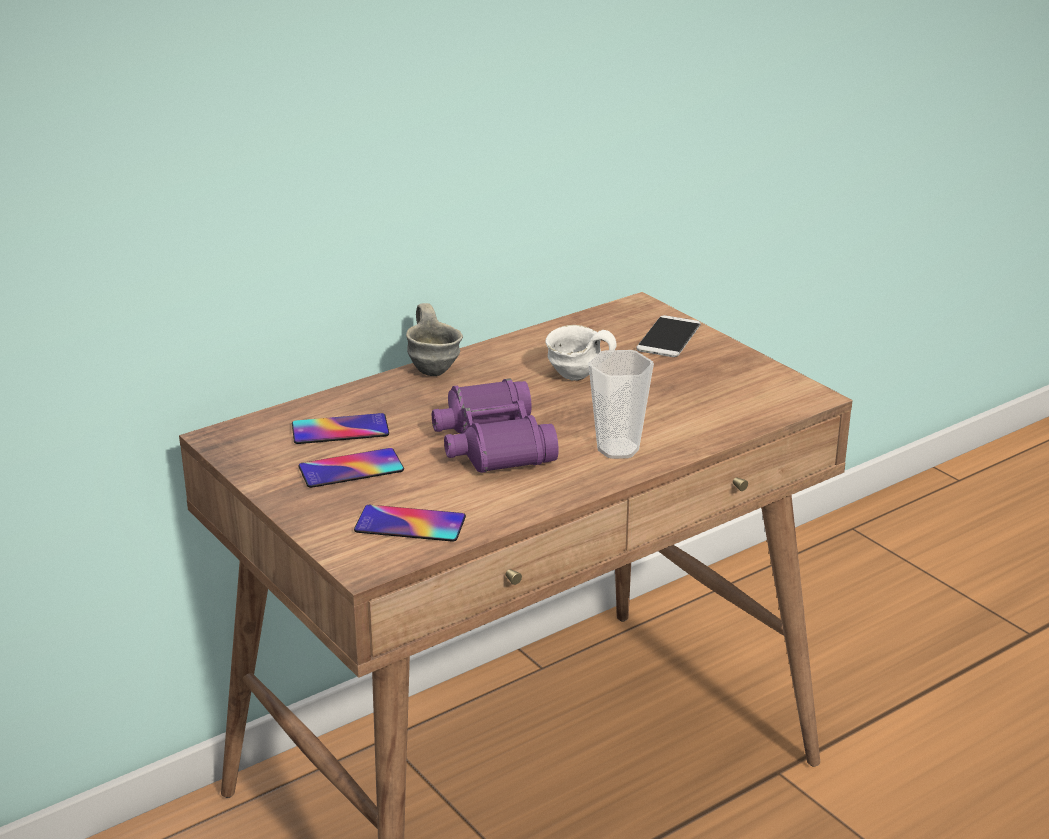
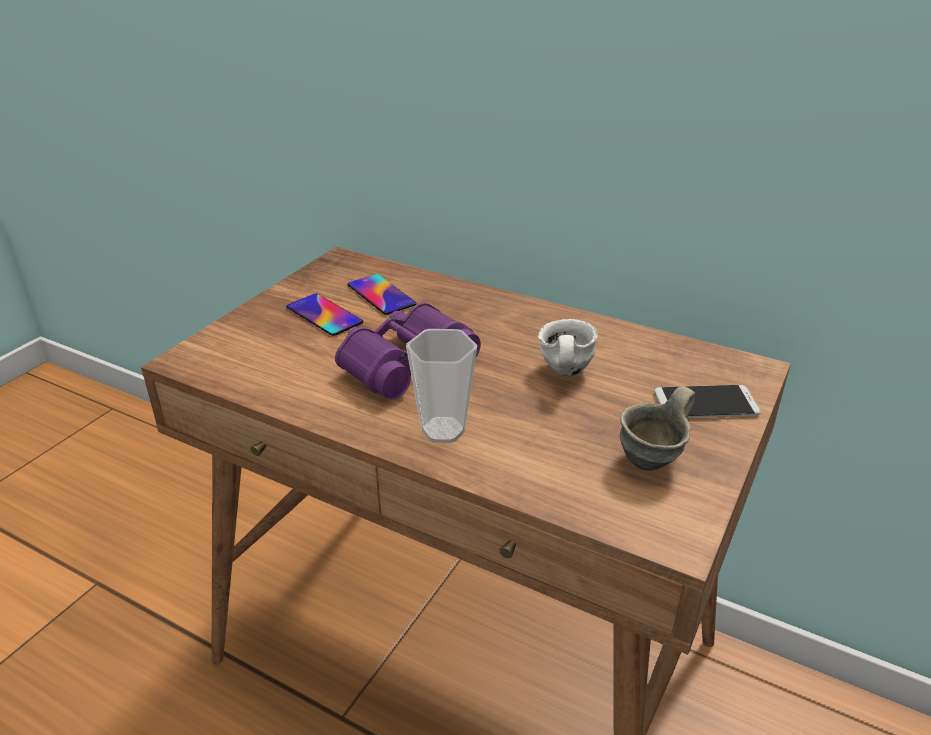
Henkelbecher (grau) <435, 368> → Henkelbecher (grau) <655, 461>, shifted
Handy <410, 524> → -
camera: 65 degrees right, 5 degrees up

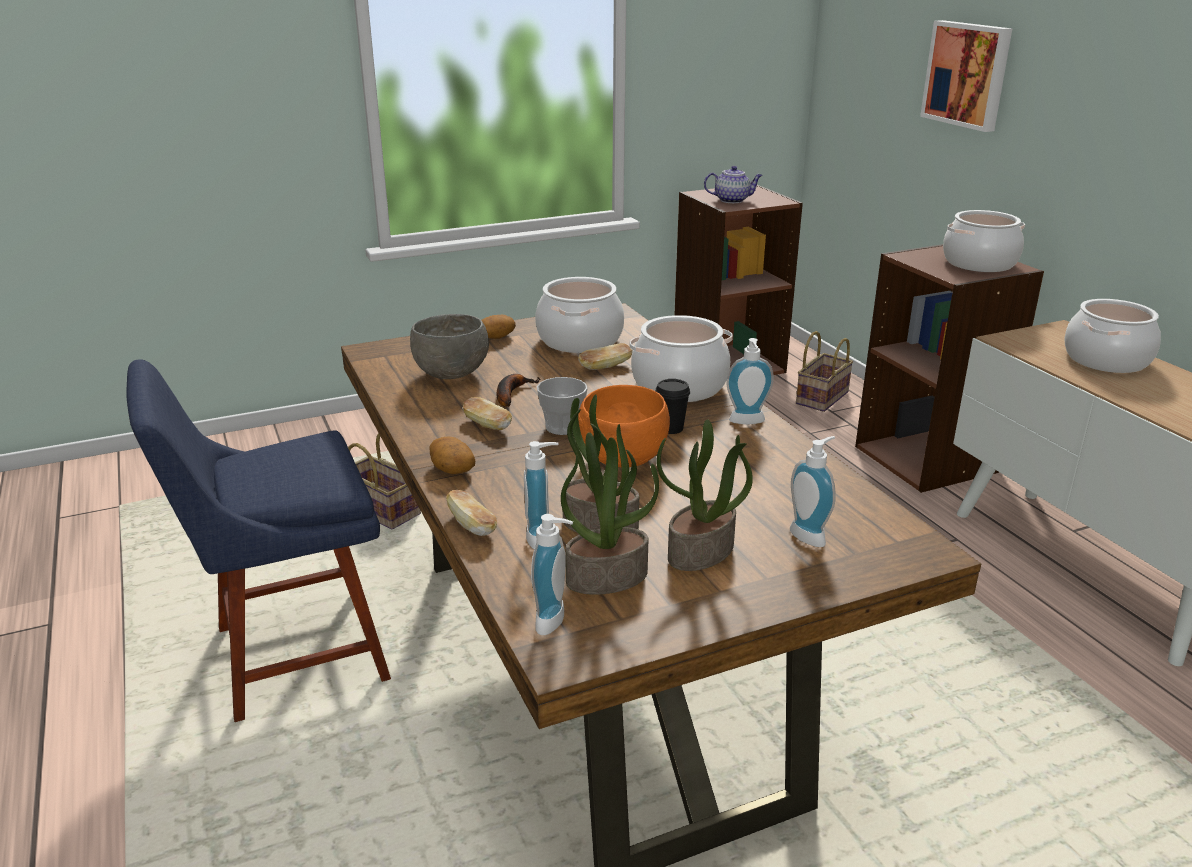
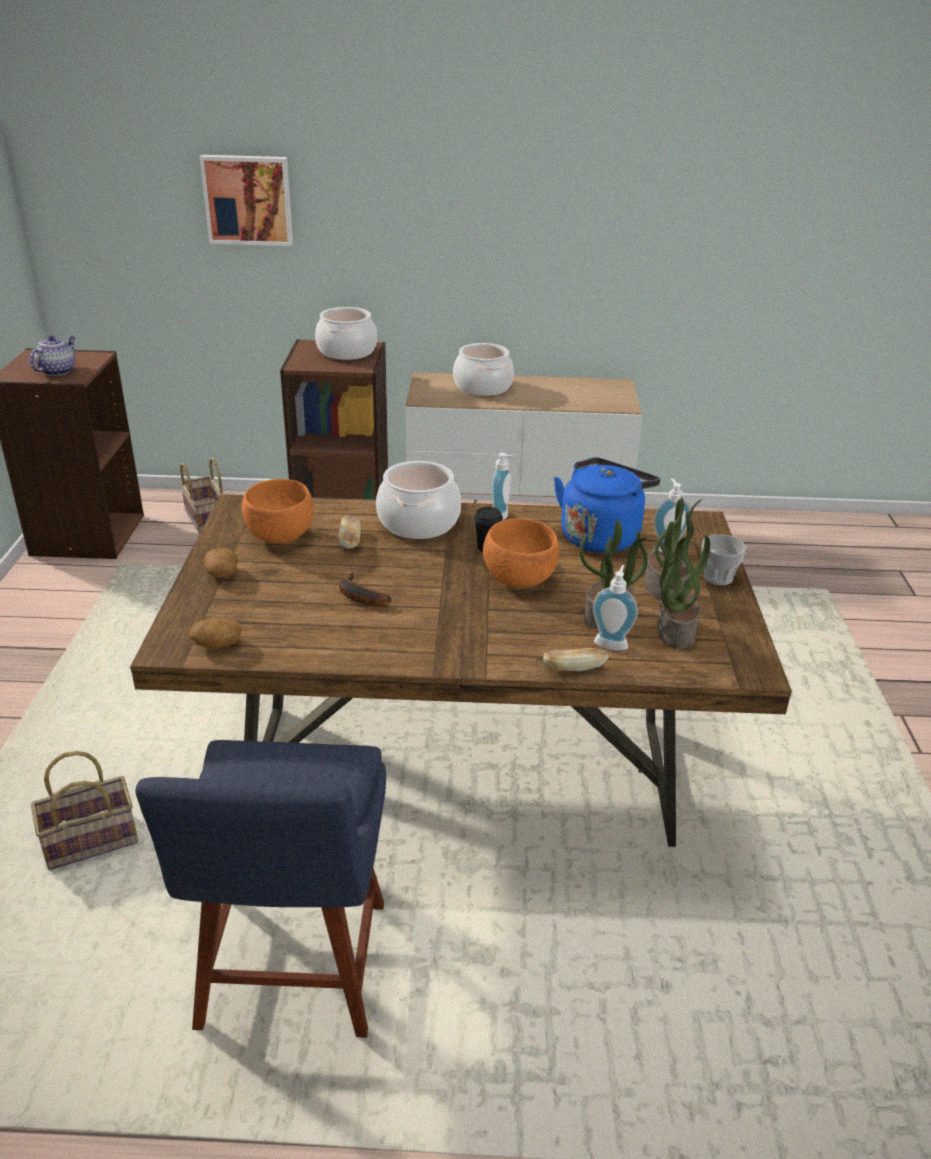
Kochtopf <579, 340> → Schüssel (orange) <279, 536>
Schüssel (grau) <452, 374> → -
Tasse <562, 427> → Tasse <718, 577>, shifted
Brot <487, 425> → -
Kartoffel <451, 468> → Kartoffel <217, 644>, shifted
Seifenspender <555, 621> → -
- → Wasserkessel (blau) <601, 536>
camera: 65 degrees left, 5 degrees up

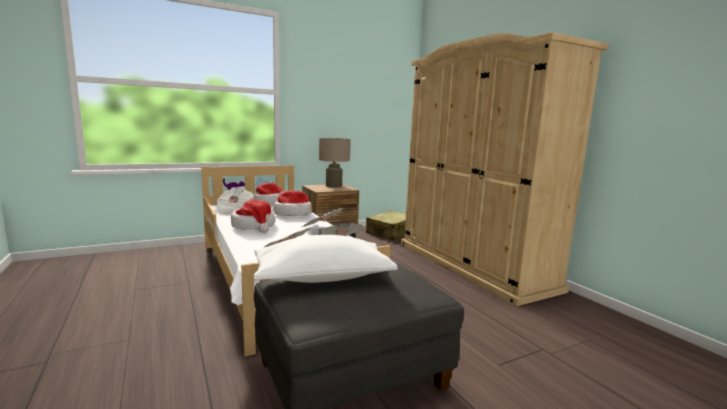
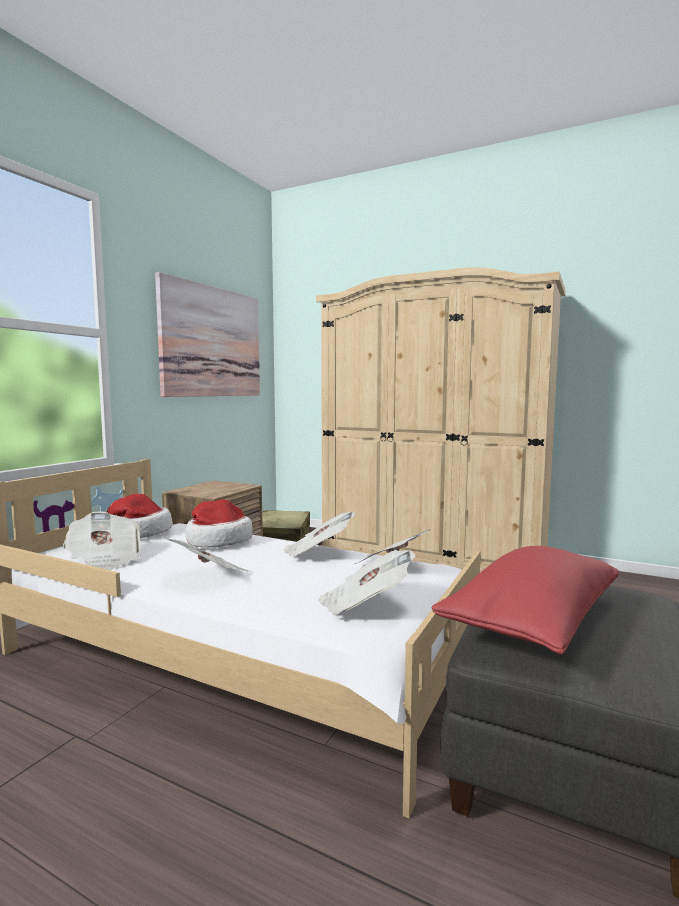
Tischlampe (beige) <333, 186> → -
Hut <254, 226> → Zeitung <209, 576>
Kissen (weiß) <322, 278> → Kissen (rot) <532, 620>
- → Bild <212, 342>
camera: 35 degrees left, 5 degrees down

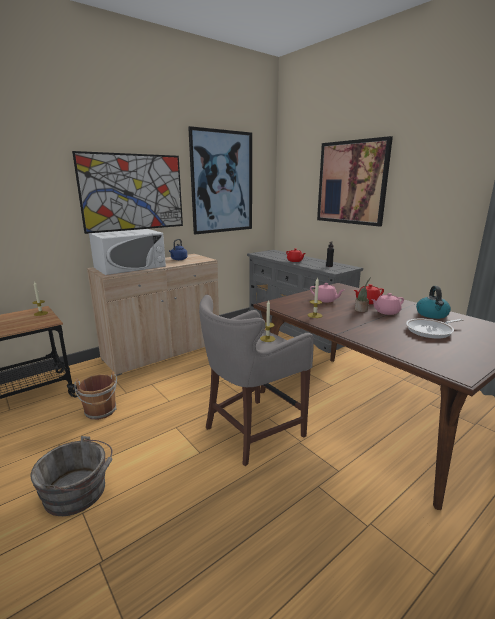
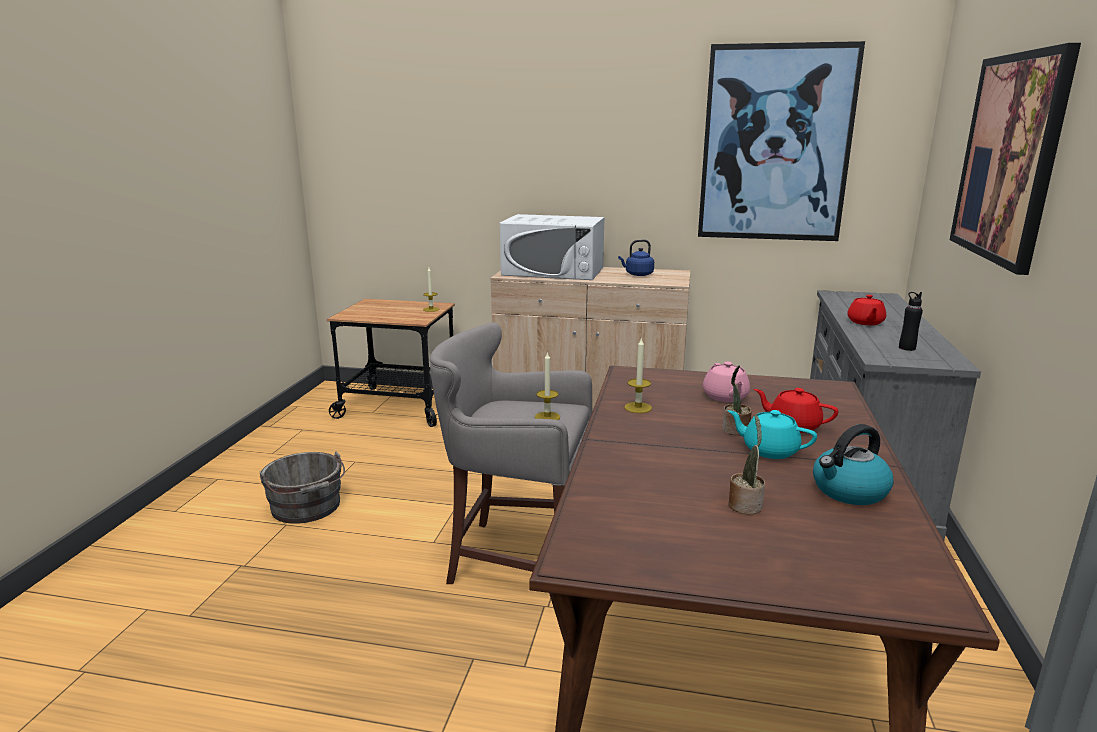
Bild <133, 192> → -
Teekanne (rosa) <386, 312> → Teekanne (türkis) <769, 450>
Pfanne <431, 331> → Topfpflanze <745, 504>
Eimer (braun) <101, 411> → -
camera: 50 degrees right, 0 degrees up

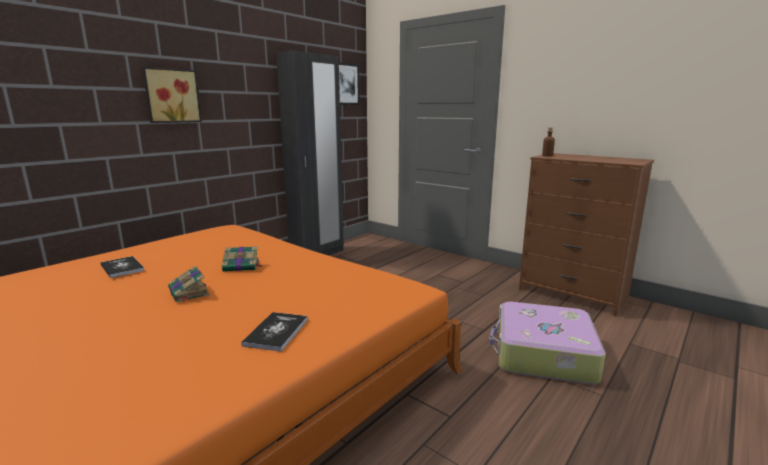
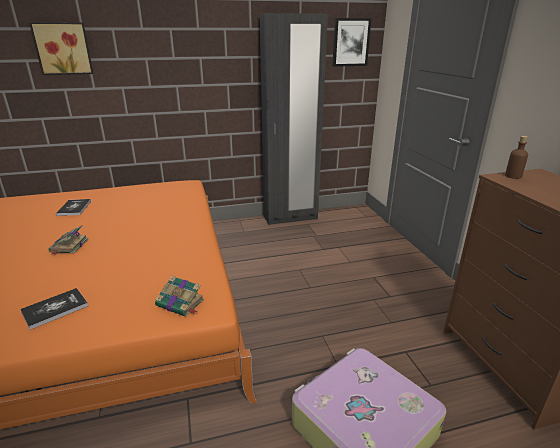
Bild <172, 96> → Bild <63, 48>, shifted
Buch <242, 266> → Buch <181, 303>, shifted
camera: 35 degrees right, 10 degrees up

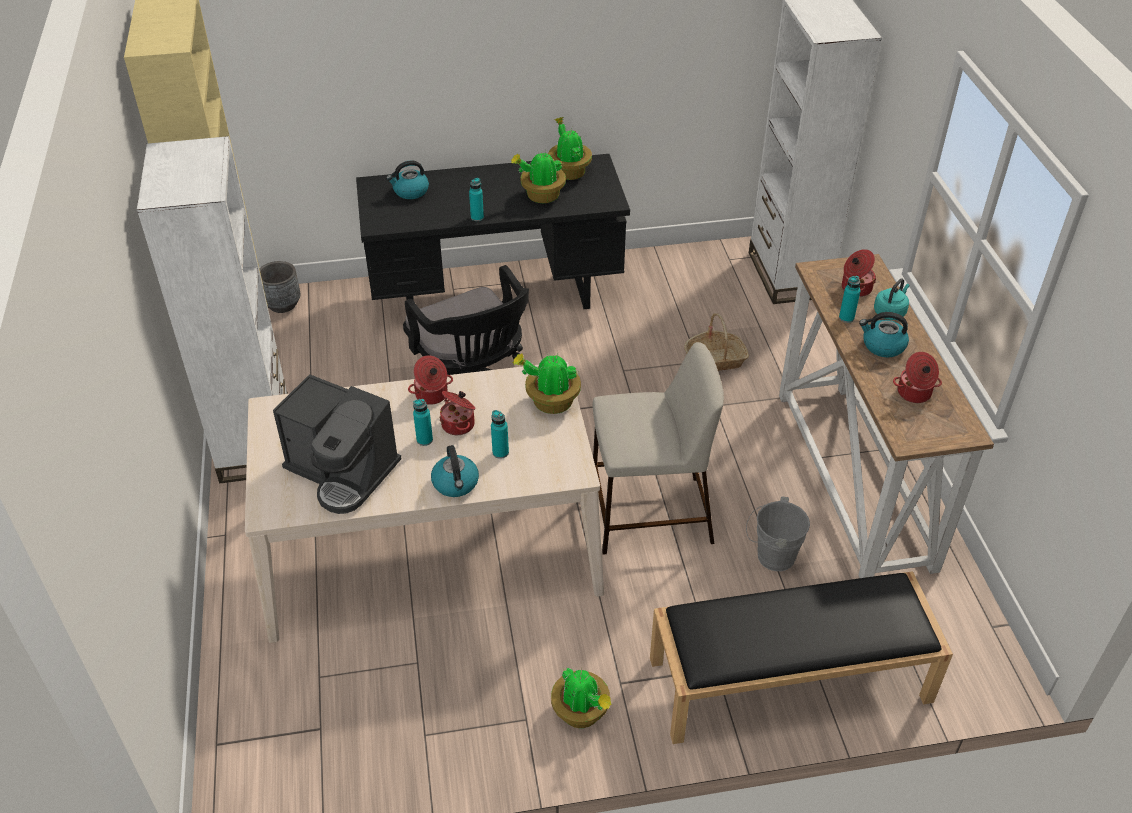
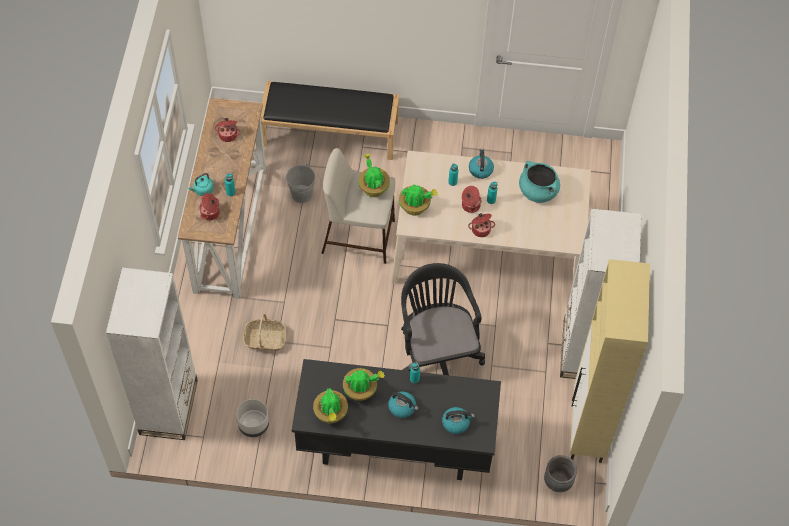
Wasserkessel <882, 346> → Wasserkessel <402, 407>, shifted
Kaffeemaschine <343, 472> → Kochtopf (türkis) <537, 191>
Topfpflanze <581, 713> → Topfpflanze <373, 187>, shifted
- → Pflanzkübel (grau) <254, 425>
camera: 165 degrees left, 15 degrees up

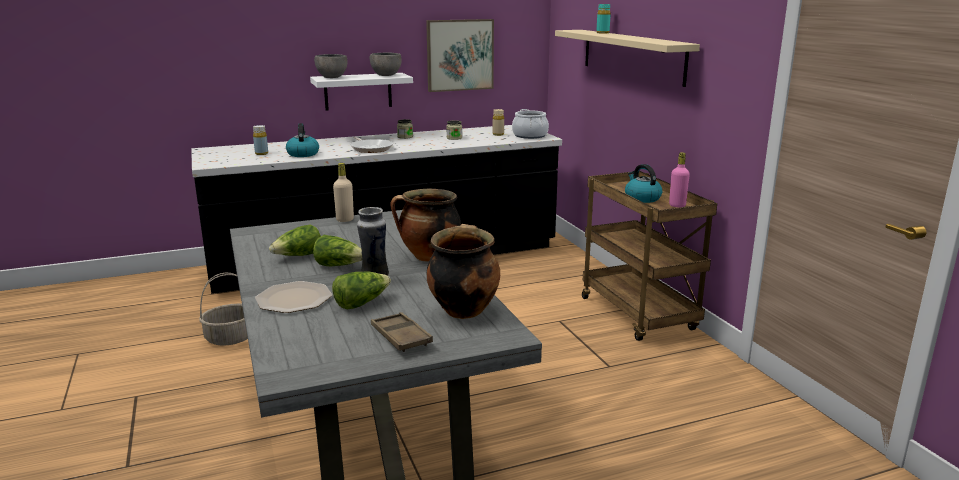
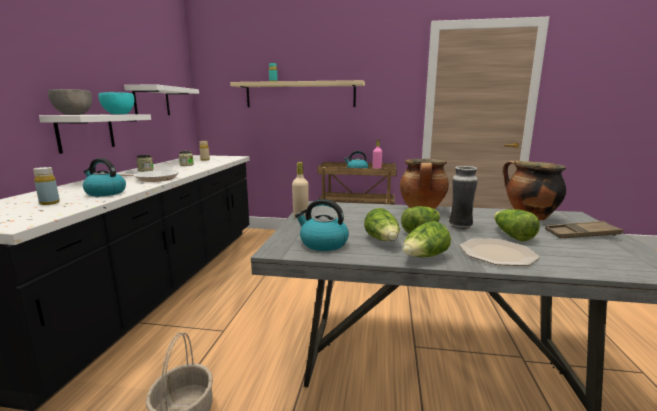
Bild <460, 55> → Wandregal (weiß) <151, 101>
Schüssel (grau) <386, 75> → Schüssel (türkis) <119, 114>
Kochtopf <530, 135> → -
- → Wasserkessel <323, 244>
- → Salatkopf <424, 257>
camera: 60 degrees left, 5 degrees down

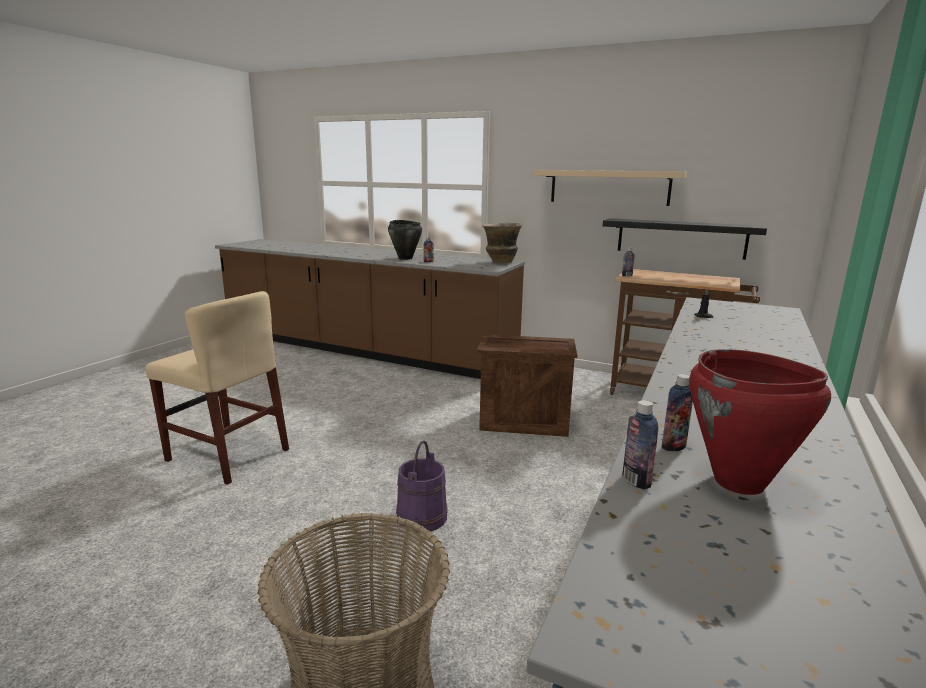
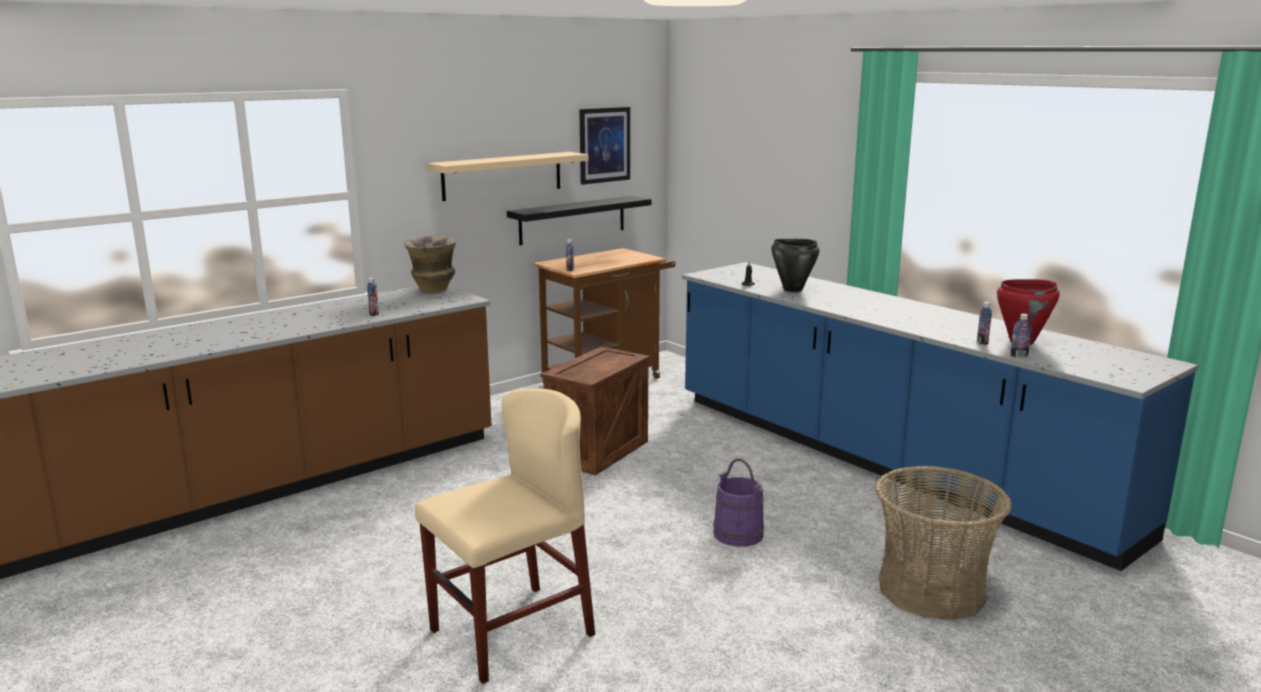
Kochtopf (schwarz) <405, 258> → Kochtopf (schwarz) <792, 289>, shifted
- → Bild <604, 145>
camera: 65 degrees left, 0 degrees up

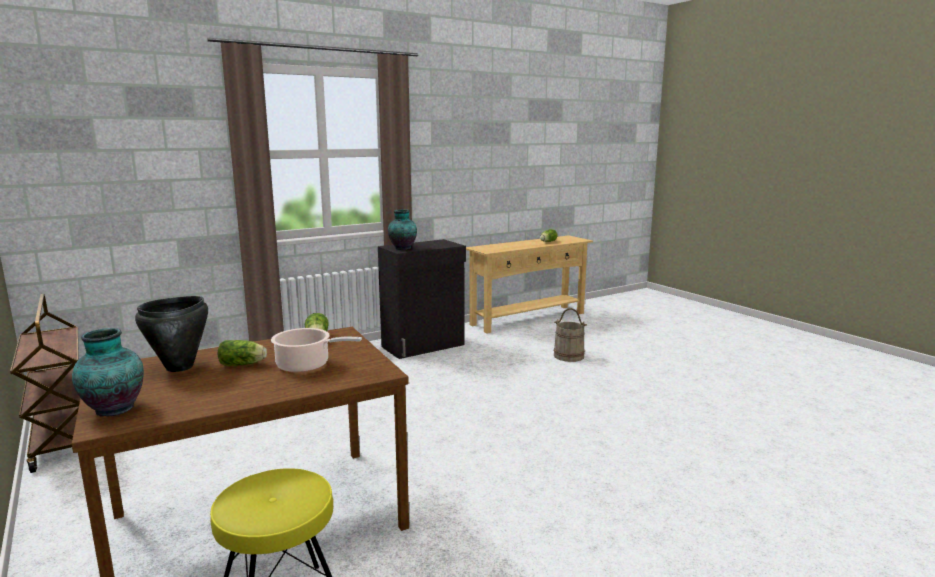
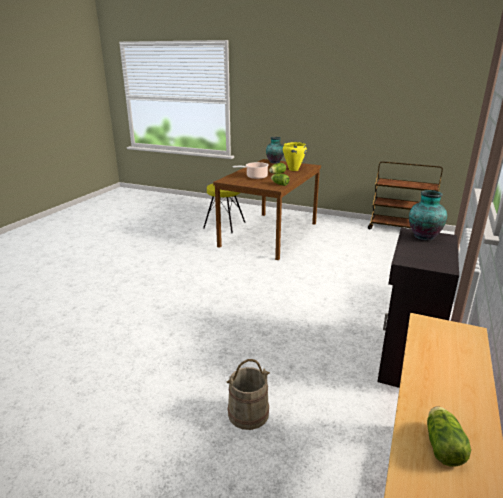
Kochtopf (schwarz) <180, 367> → Kochtopf (gelb) <293, 169>
camera: 145 degrees right, 10 degrees up

